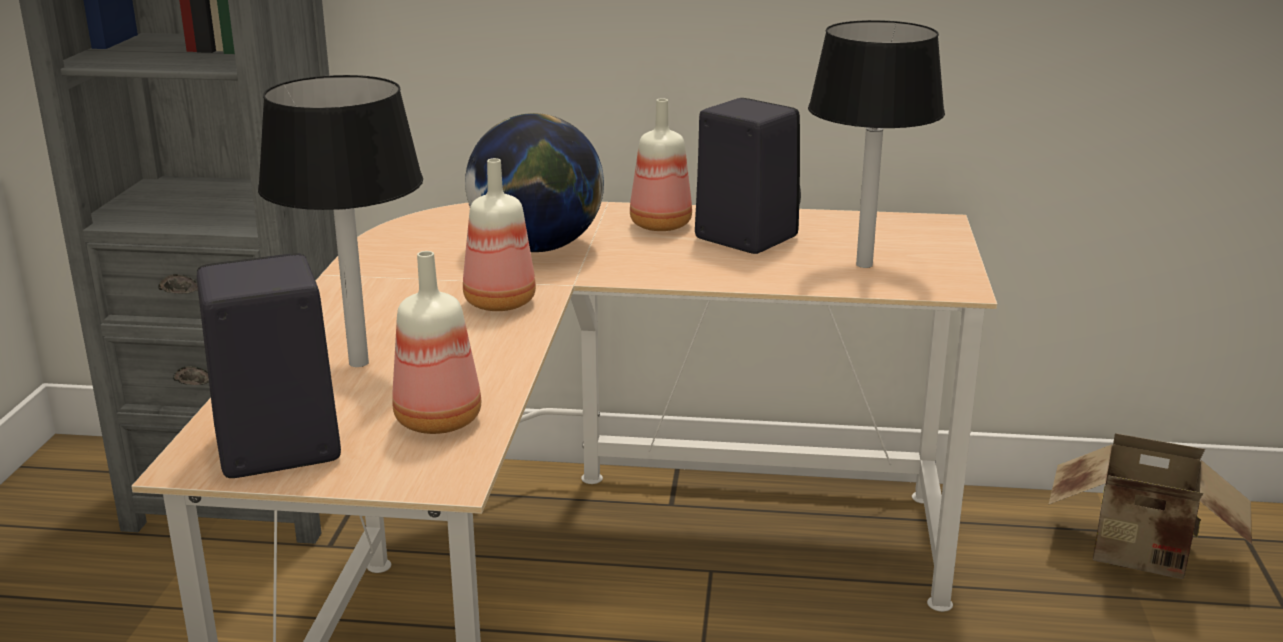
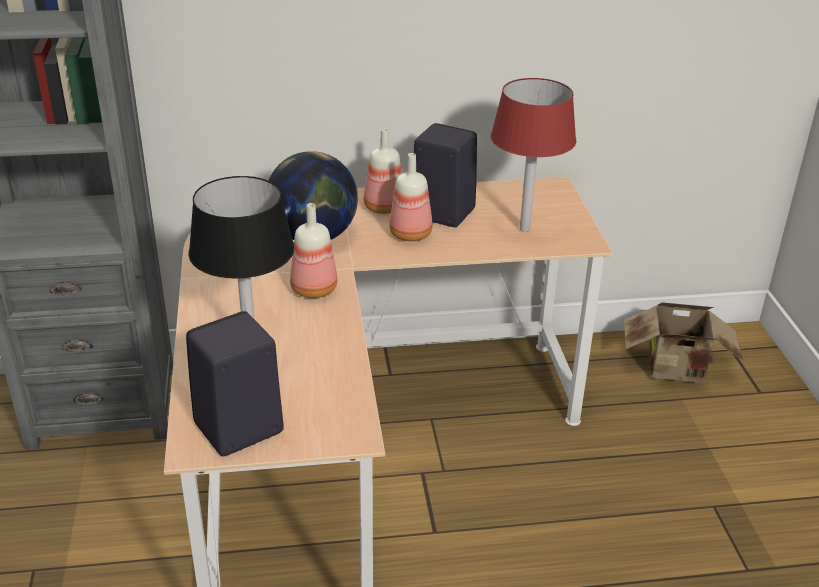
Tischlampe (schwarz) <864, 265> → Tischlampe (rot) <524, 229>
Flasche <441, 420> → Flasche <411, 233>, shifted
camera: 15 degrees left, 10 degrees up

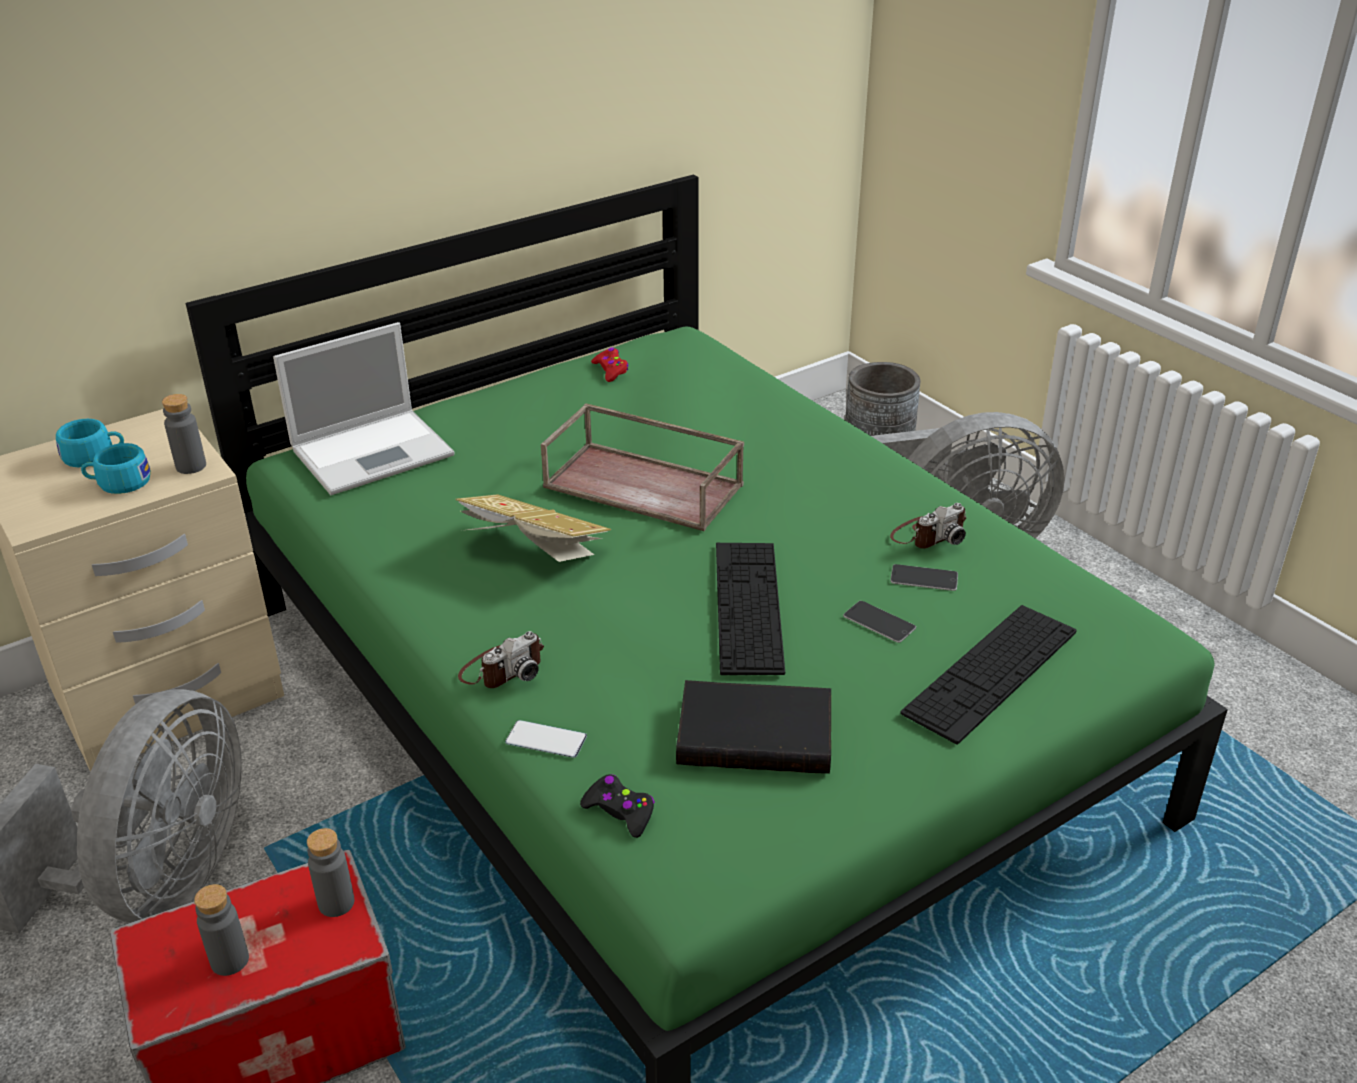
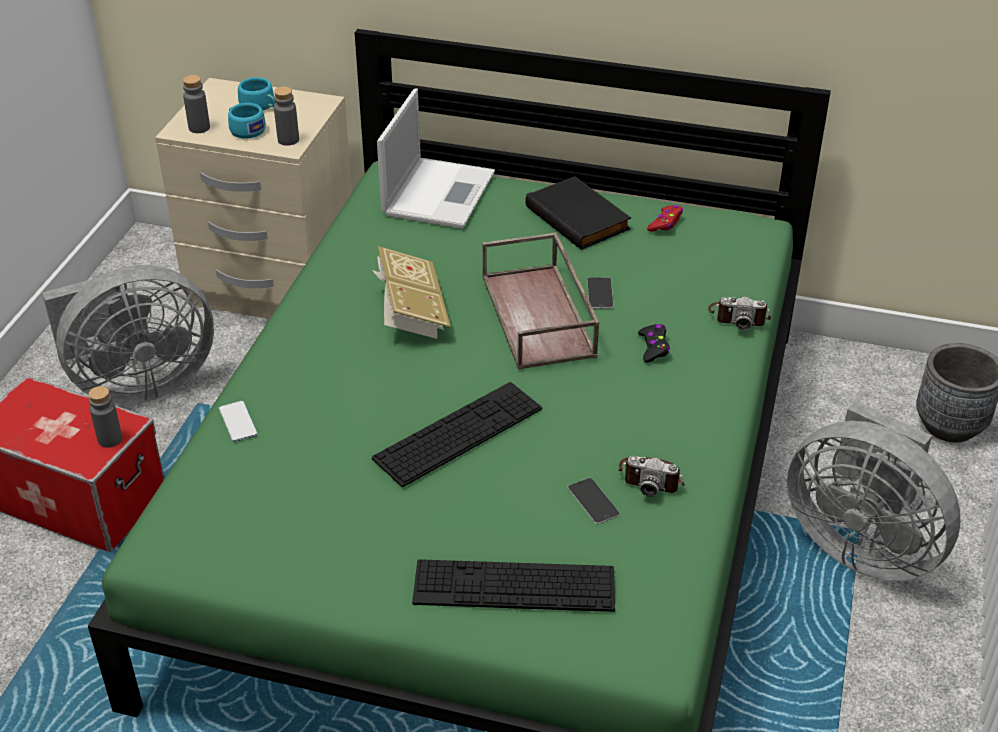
Laptop <375, 451> → Laptop <439, 192>, 90 degrees counterclockwise
Handy <879, 622> → Handy <600, 293>, shifted
Kamera <502, 669> → Kamera <738, 316>, shifted
Buch (schwarz) <756, 732> → Buch (schwarz) <579, 217>, shifted
Gamepad (schwarz) <620, 811> → Gamepad (schwarz) <653, 347>, shifted
Flasche (grau) <230, 960> → Flasche (grau) <199, 128>, shifted
camera: 50 degrees right, 5 degrees up

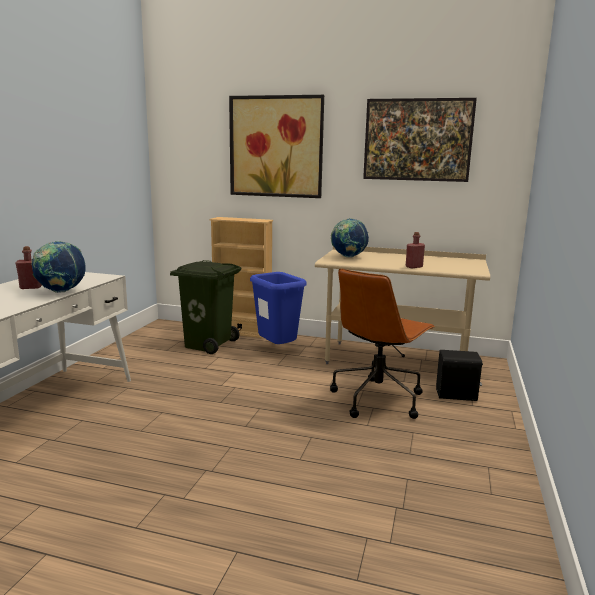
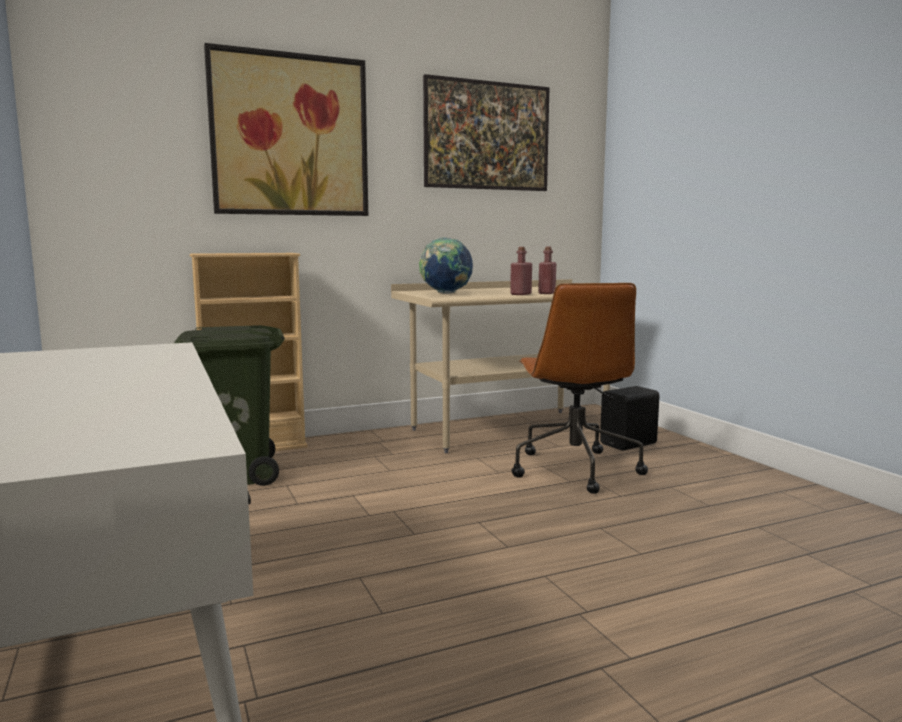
Globus <61, 292> → -
Flasche (rot) <31, 287> → Flasche (rot) <521, 294>, shifted
Mülleimer (blau) <277, 350> → -
camera: 40 degrees left, 5 degrees down

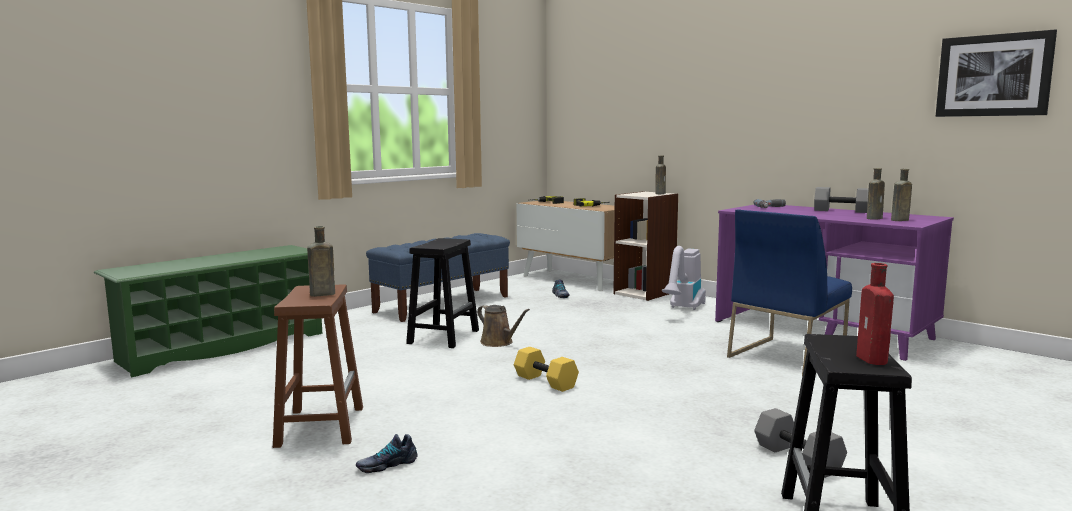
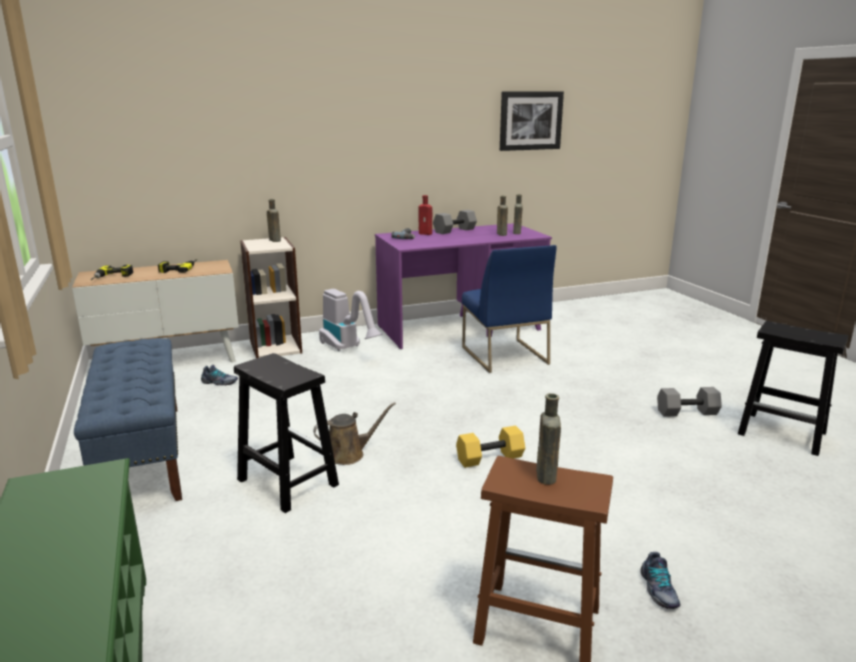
Flasche (rot) <873, 360> → Flasche (rot) <426, 234>, shifted
camera: 65 degrees left, 10 degrees up

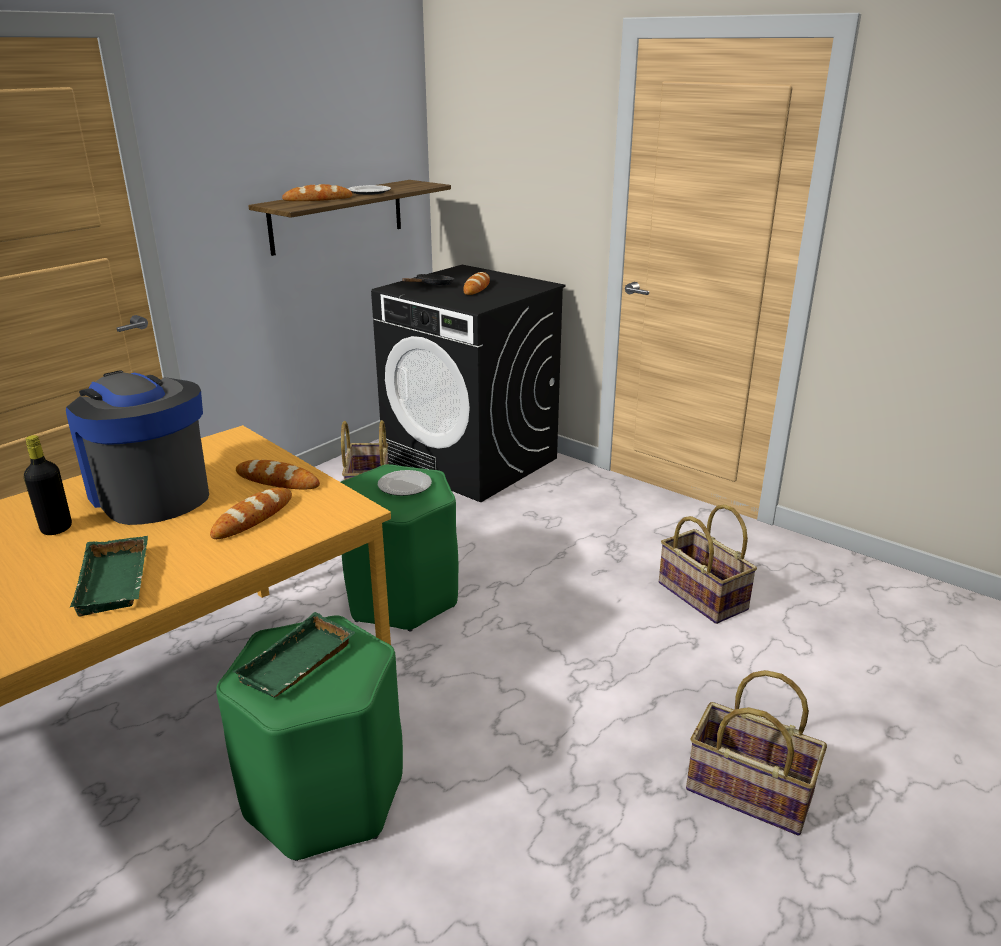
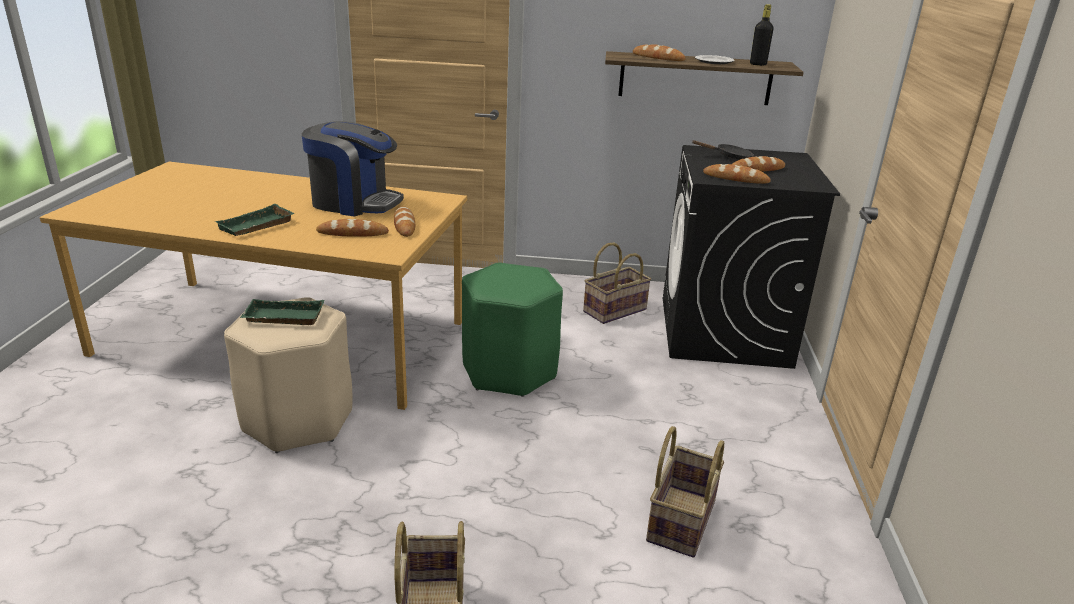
Kaffeemaschine <150, 493> → Kaffeemaschine <354, 202>, 90 degrees clockwise
Flasche (schwarz) <56, 528> → Flasche (schwarz) <758, 64>, shifted
Teller <405, 486> → -
Hocker (grün) <324, 797> → Hocker (beige) <297, 420>
- → Brot <735, 178>
camera: 55 degrees right, 0 degrees up

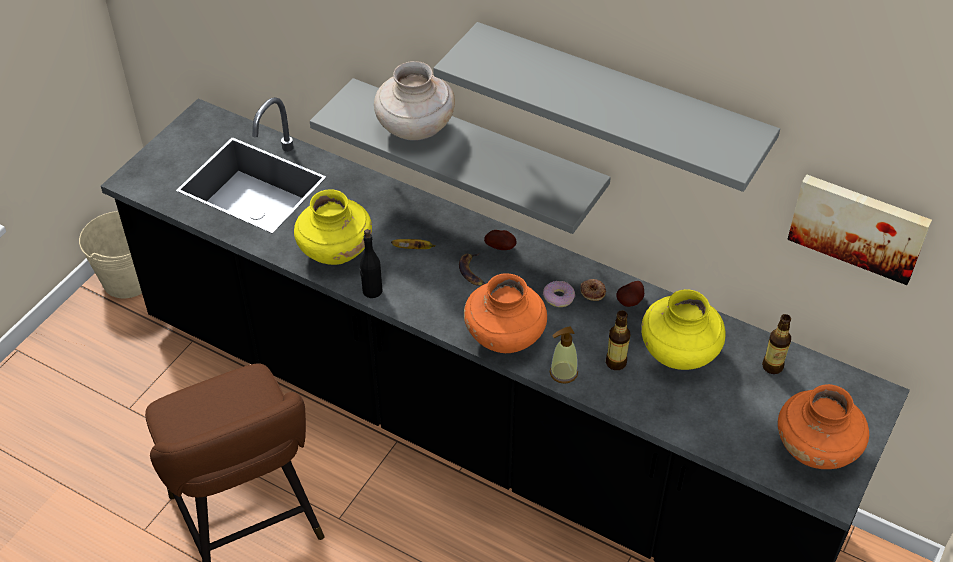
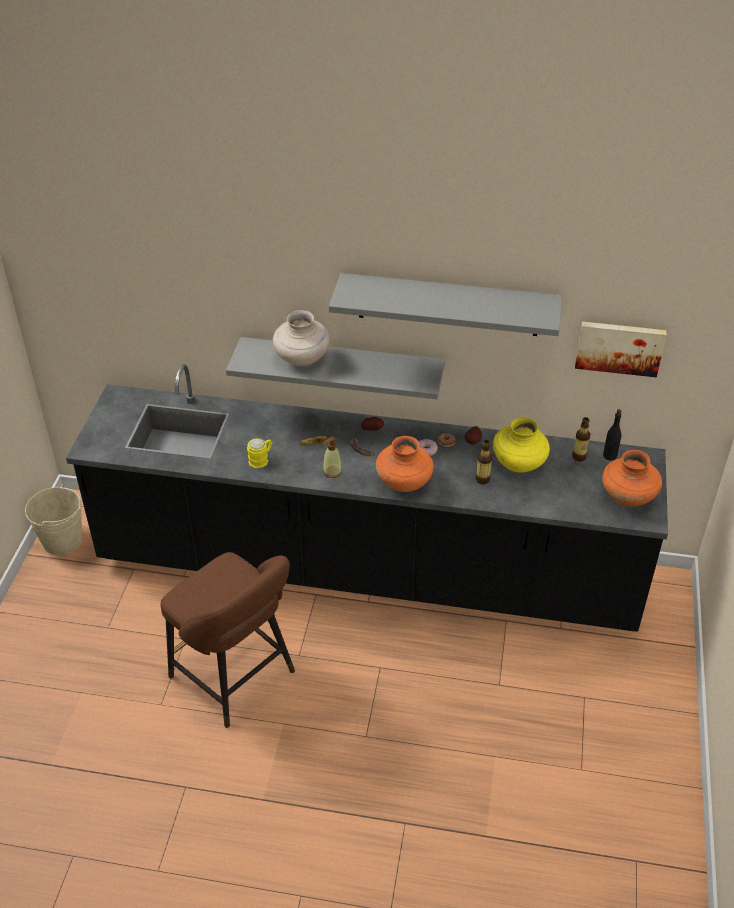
Vase (gelb) <335, 252> → Henkelbecher (gelb) <261, 459>
Flasche (schwarz) <372, 291> → Flasche (schwarz) <609, 456>, shifted
Seifenspender <563, 373> → Seifenspender <332, 472>, shifted
camera: 20 degrees left, 5 degrees down

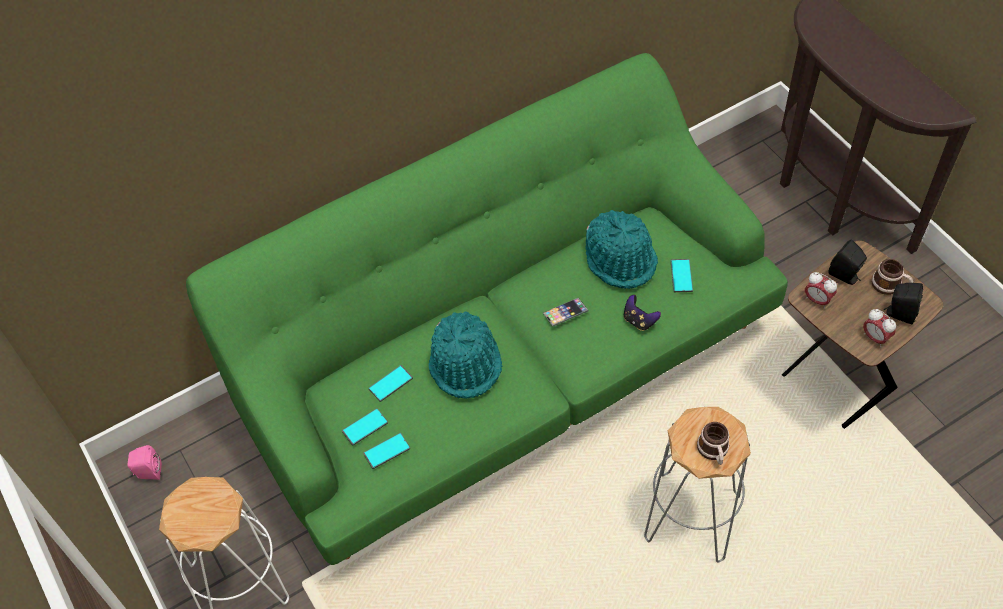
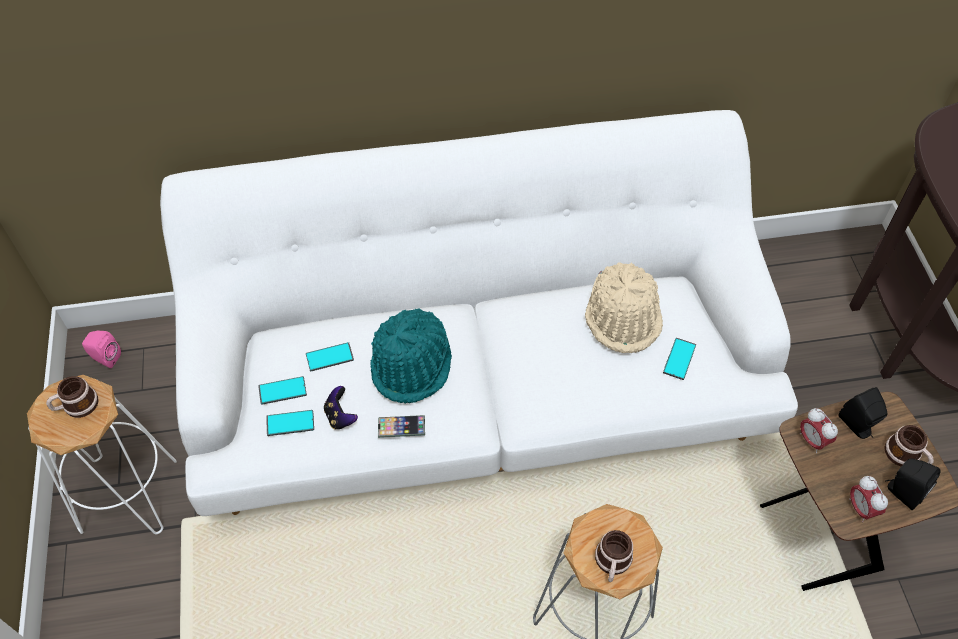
Sofa (grün) <505, 367> → Sofa (weiß) <479, 386>
Hut (türkis) <620, 258> → Hut (beige) <623, 317>
Gamepad <639, 320> → Gamepad <340, 416>, shifted
Handy <565, 313> → Handy <401, 428>, shifted
- → Henkelbecher <76, 406>
camera: 20 degrees right, 0 degrees up

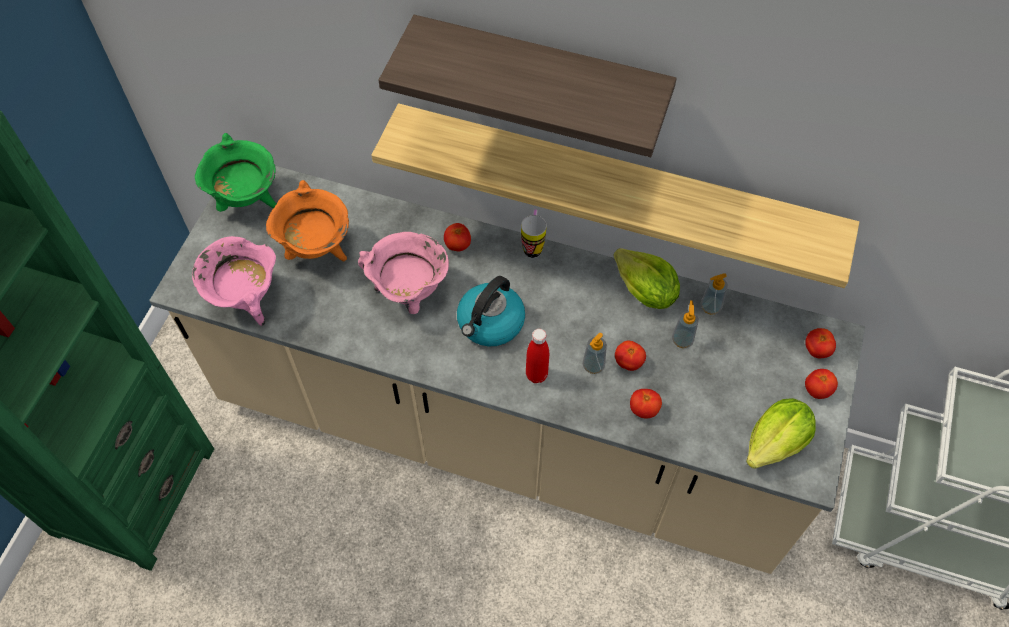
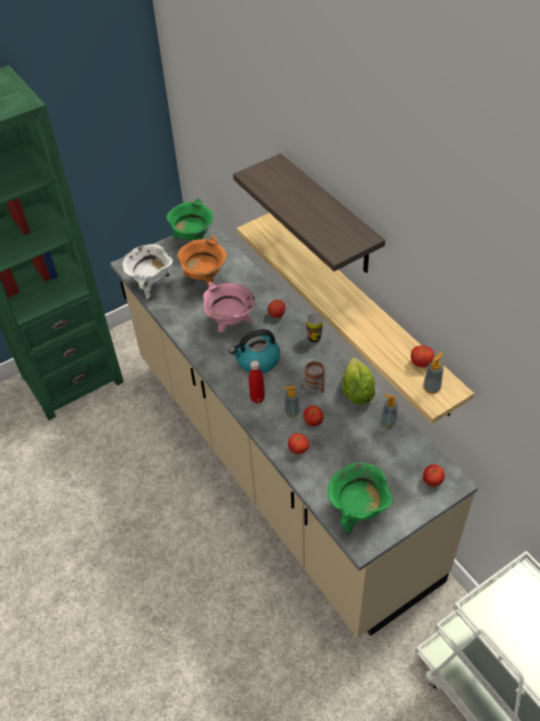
Kochtopf (rosa) <246, 300> → Kochtopf (weiß) <151, 285>
Seifenspender <682, 340> → Seifenspender <431, 388>, shifted
Tomate <817, 390> → Tomate <421, 363>, shifted
Salatkopf <775, 443> → Kochtopf (grün) <357, 512>
- → Henkelbecher <316, 386>
camera: 40 degrees right, 10 degrees down

